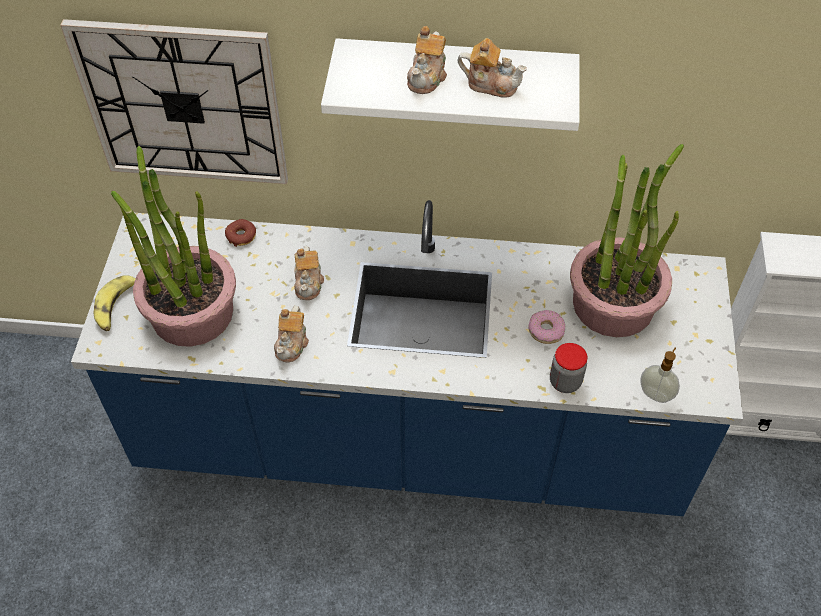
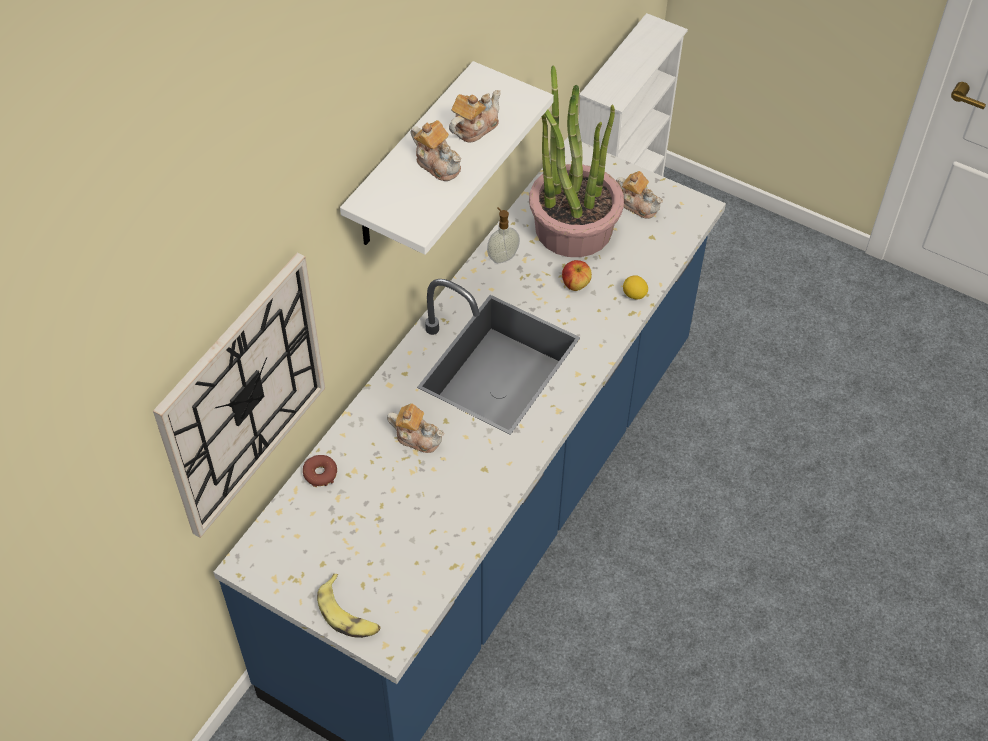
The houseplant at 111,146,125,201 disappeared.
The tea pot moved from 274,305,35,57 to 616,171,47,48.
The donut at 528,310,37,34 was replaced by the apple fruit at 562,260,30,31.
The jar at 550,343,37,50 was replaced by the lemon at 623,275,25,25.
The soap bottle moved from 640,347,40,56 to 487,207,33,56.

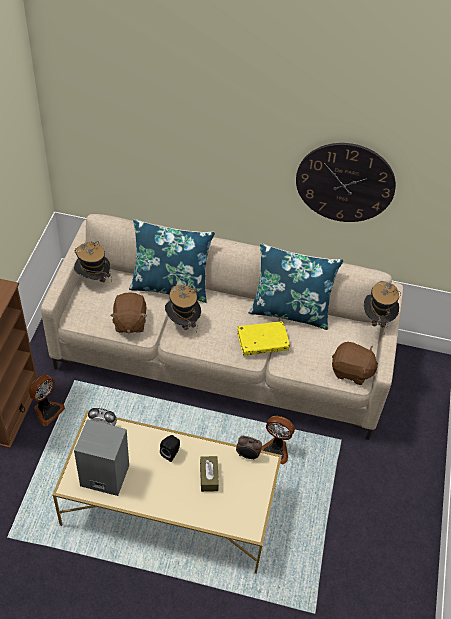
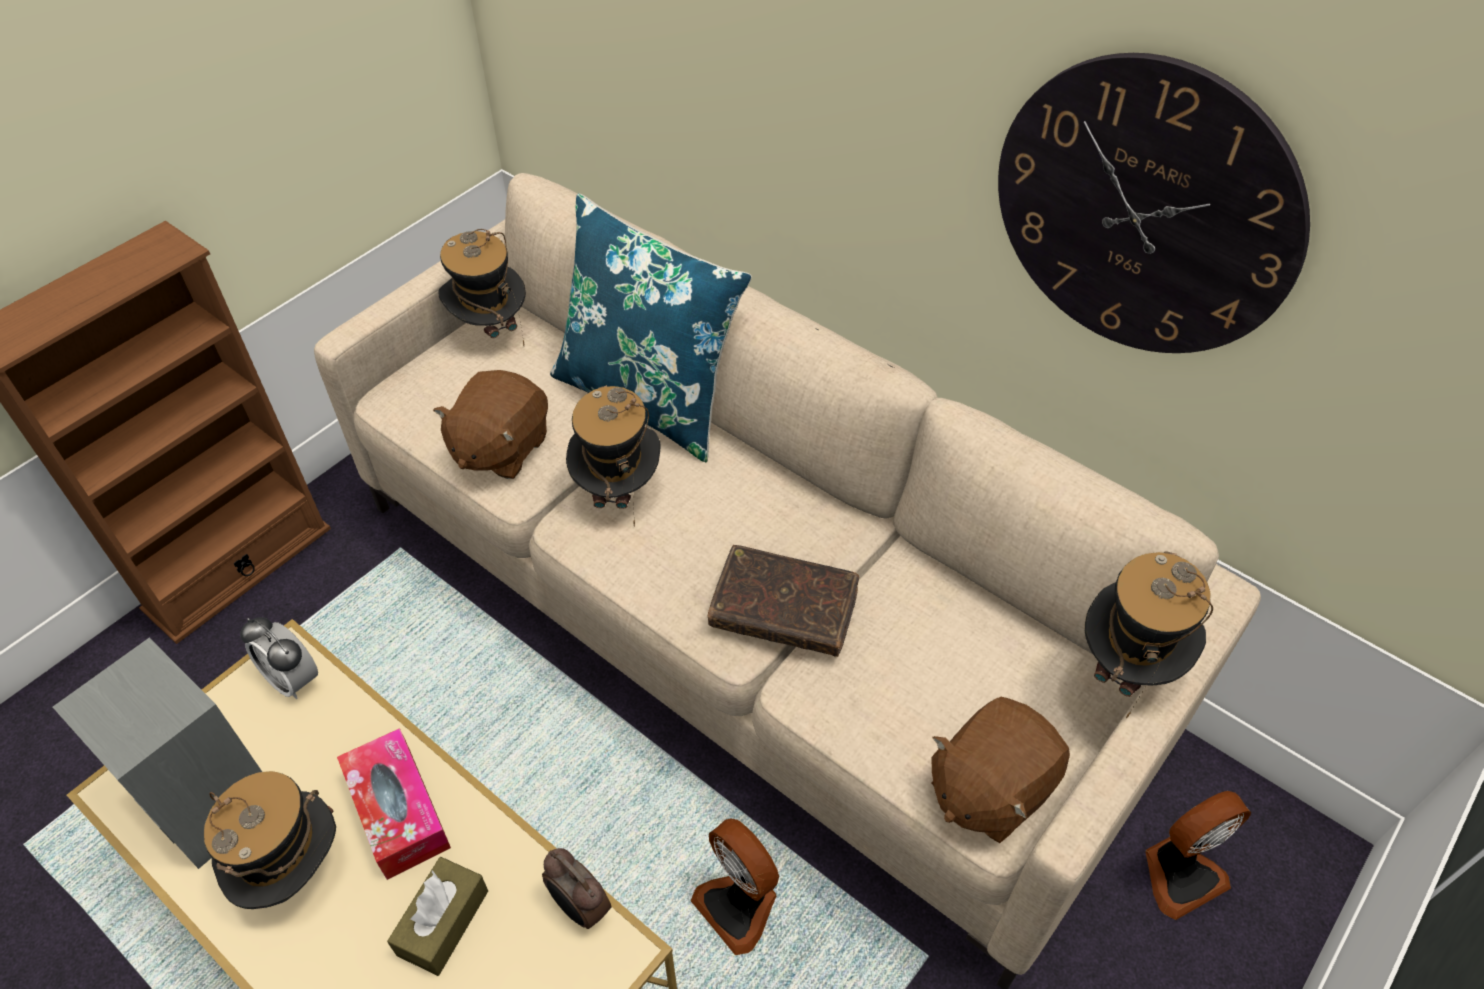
The pillow (bluish) at 249,243,95,87 disappeared.
The volume (yellowish) at 237,322,53,33 became the volume (brown) at 708,545,151,112.
The cuddly toy (brown) at 332,342,46,43 turned 90 degrees clockwise.
The cooling fan moved from 29,374,36,52 to 1145,791,106,129.
The audio speaker (blackish) at 160,435,20,27 was replaced by the tissue box at 337,728,114,152.
The clothing hat at 204,771,132,138 appeared.

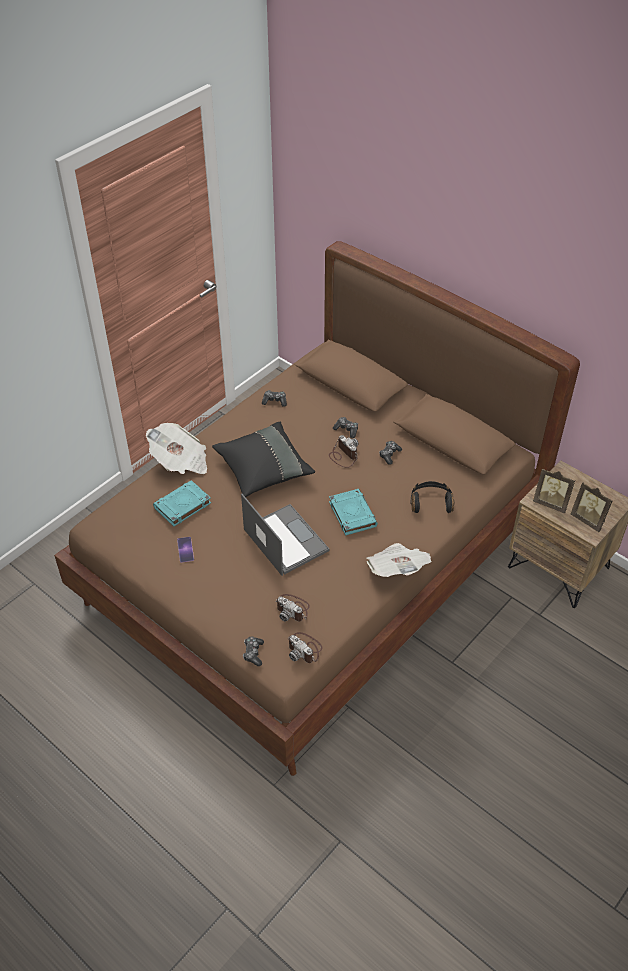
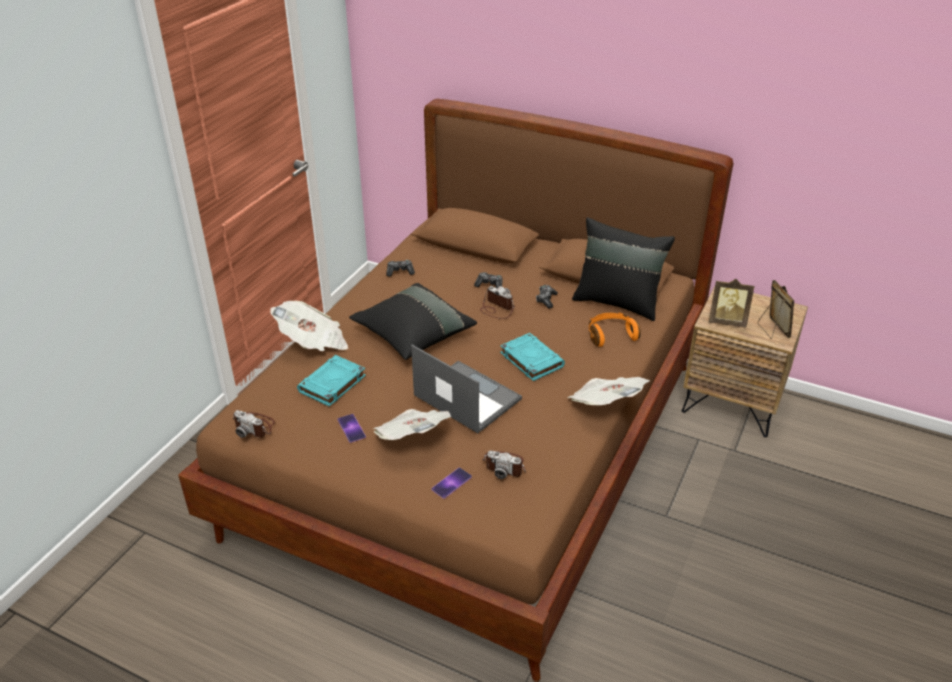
The headphones (blackish) at 410,481,45,32 became the headphones (orange-coloured) at 589,312,52,35.
The standing frame at 571,482,42,50 turned 135 degrees counterclockwise.
The photo camera moved from 287,632,36,31 to 233,410,42,28.
The gamepad at 243,636,21,30 disappeared.
The pillow (blackish) at 572,217,103,104 appeared.
The printed paper at 373,409,78,31 appeared.
The phone at 432,468,40,31 appeared.

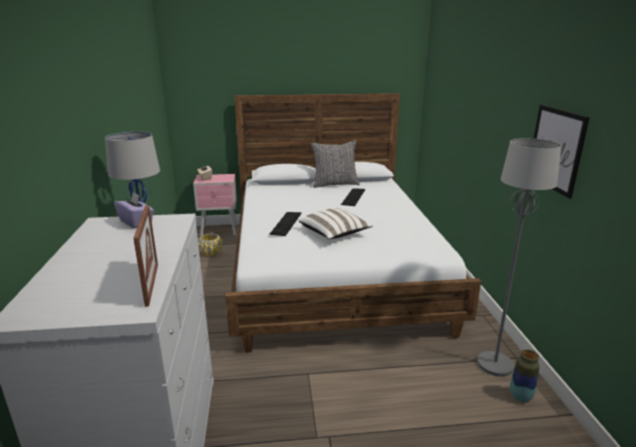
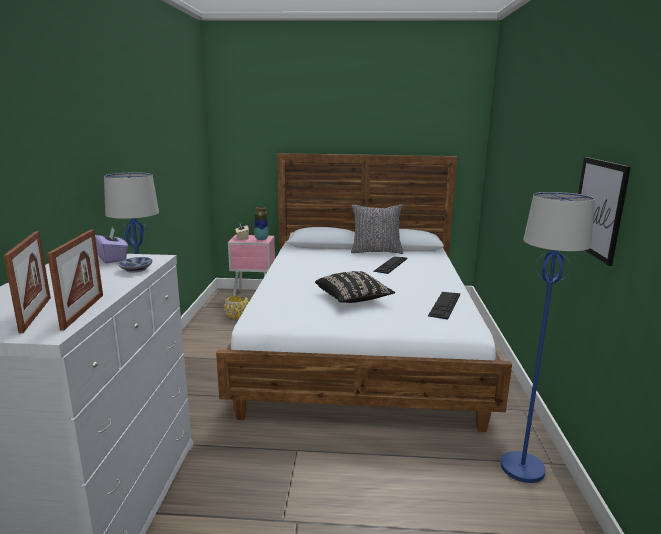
The standing lamp (gray) at 477,138,84,238 became the standing lamp (bluish) at 501,192,94,291.
The pillow (white-coloured) at 298,208,75,31 became the pillow (blackish) at 315,271,80,32.
The PC keyboard moved from 269,212,32,24 to 428,292,32,28.
The vase moved from 510,350,29,52 to 254,207,15,33.
The standing frame at 4,231,47,103 appeared.
The bowl at 118,257,35,15 appeared.

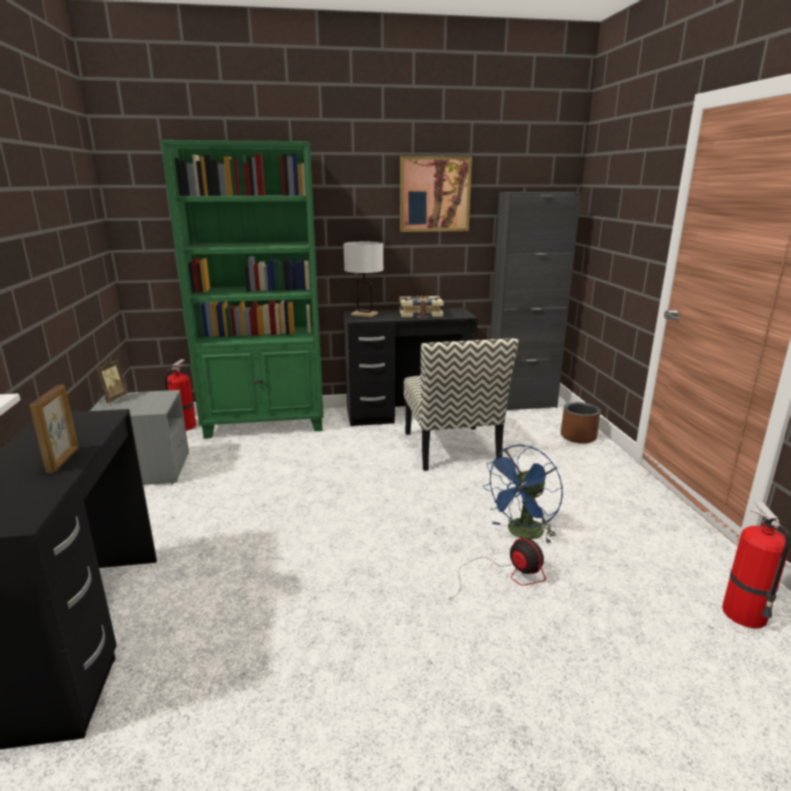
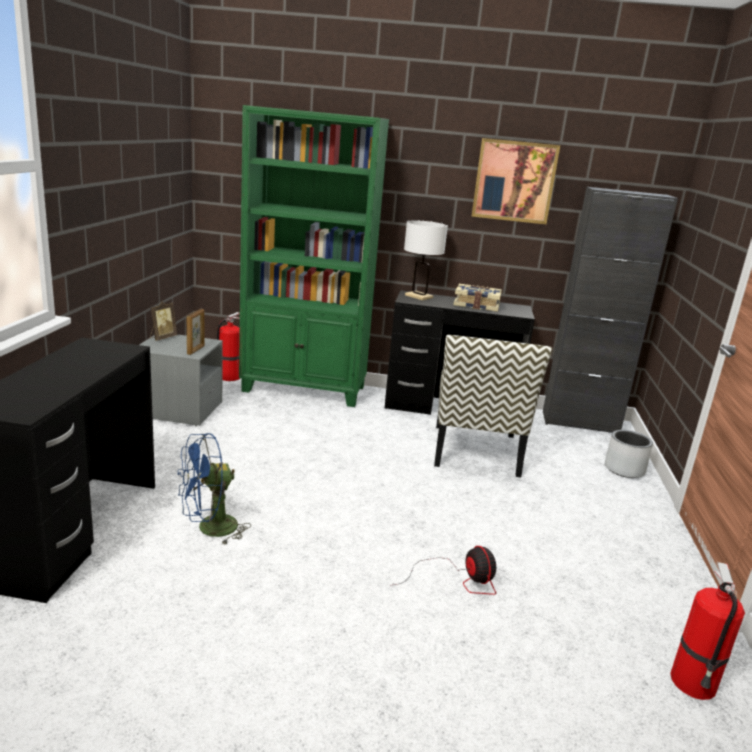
The standing frame moved from 30,385,49,88 to 187,309,18,46.
The planter (brown) at 561,402,39,42 became the planter (gray) at 605,430,48,48.
The cooling fan (bluish) moved from 482,445,81,99 to 178,433,73,113.

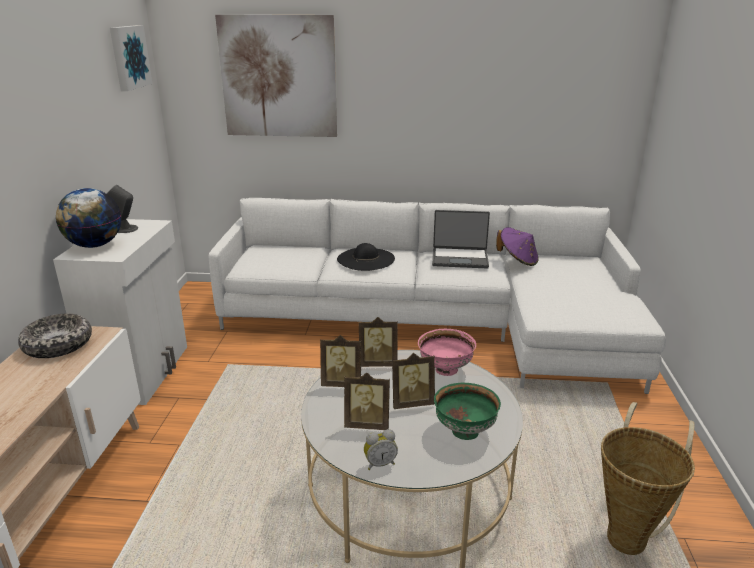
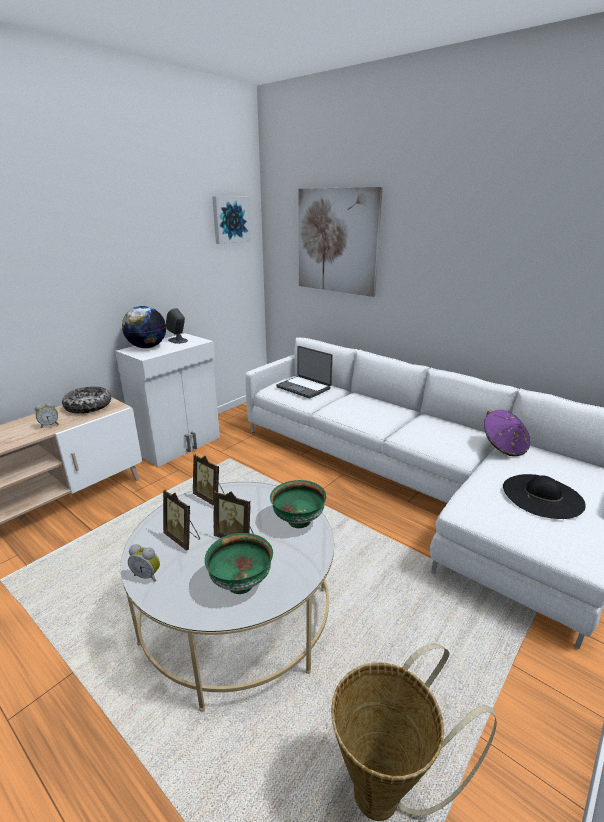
The portable computer moved from 432,210,58,58 to 276,346,57,52.
The clothing hat (blackish) moved from 337,243,58,28 to 503,474,83,45.
The standing frame at 359,317,39,50 disappeared.
The bowl (pink) at 418,329,58,47 became the bowl (green-coloured) at 270,480,56,48.
The alarm clock at 35,402,24,26 appeared.

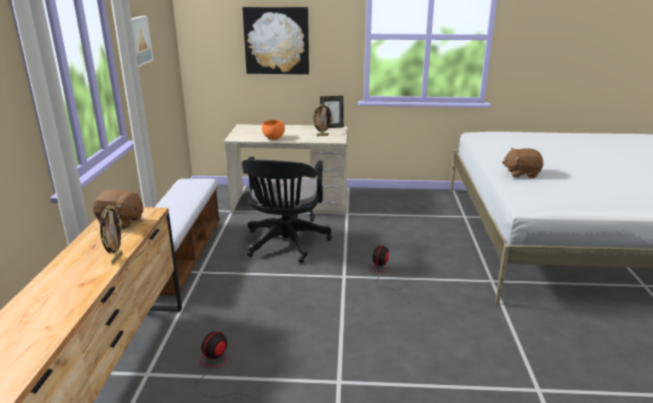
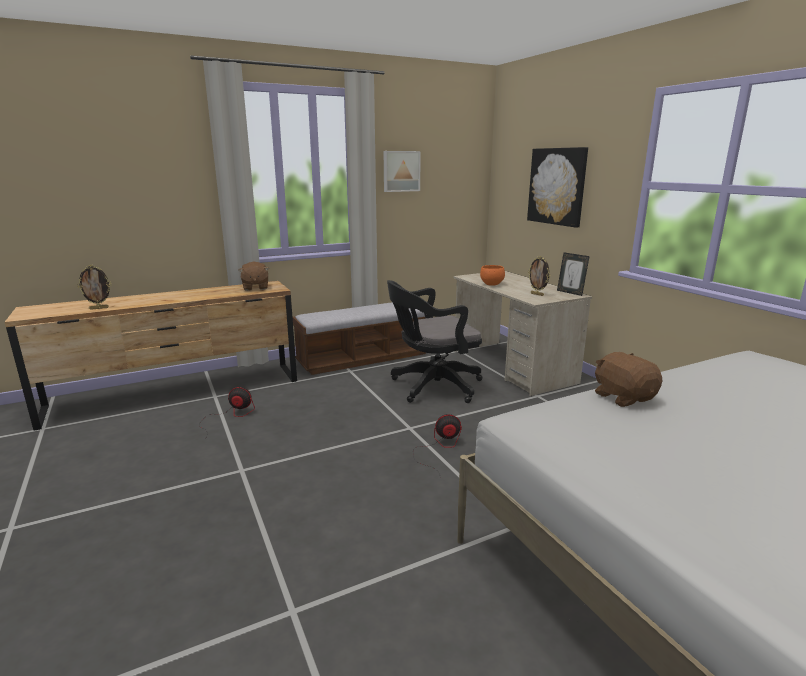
The standing frame moved from 100,205,22,59 to 77,265,34,45.

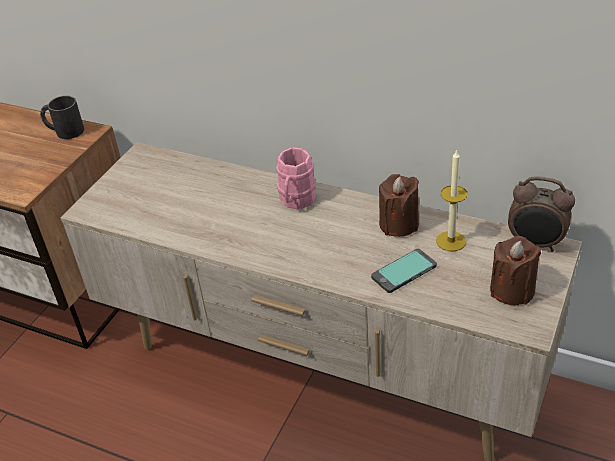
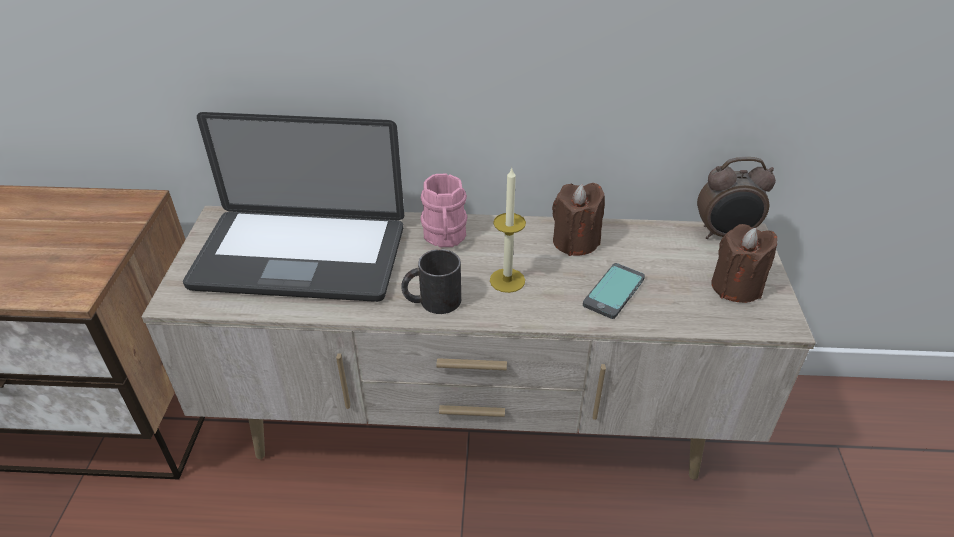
The coffee mug (blackish) moved from 40,96,44,43 to 401,249,60,65.
The wax candle moved from 436,149,31,102 to 490,167,36,126.
The portable computer at 183,112,221,190 appeared.

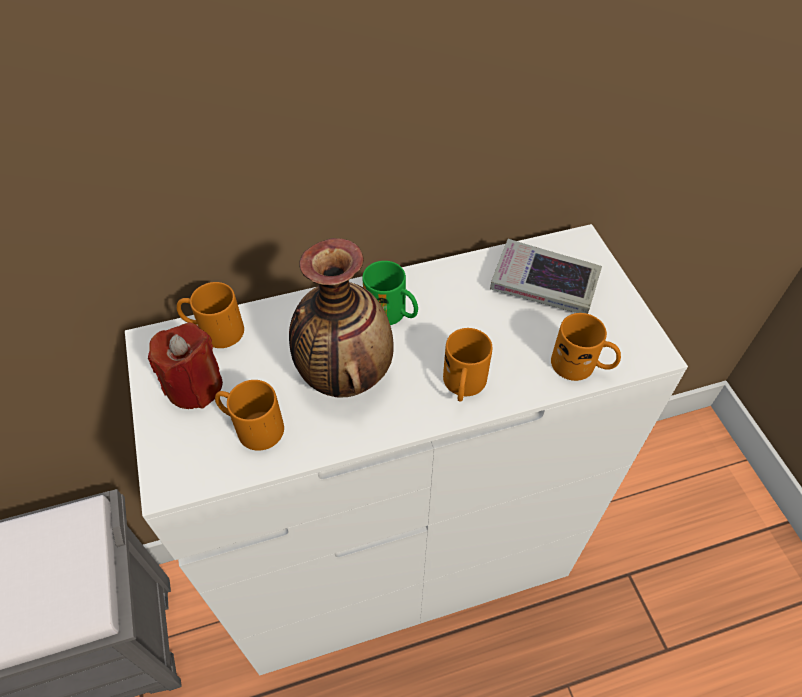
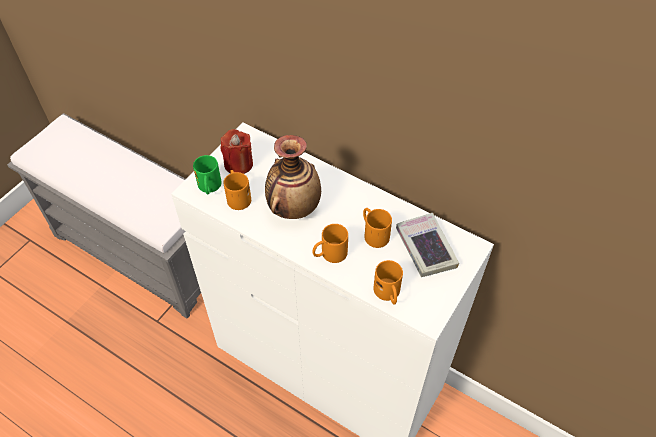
The coffee mug (green-coloured) moved from 363,261,55,64 to 193,155,29,39.
The coffee mug (orange-coloured) moved from 177,282,67,66 to 363,208,29,40.

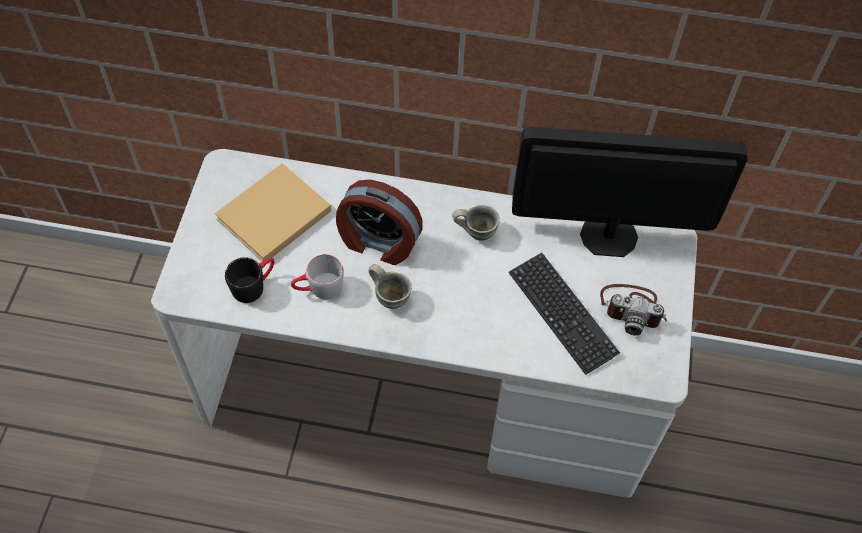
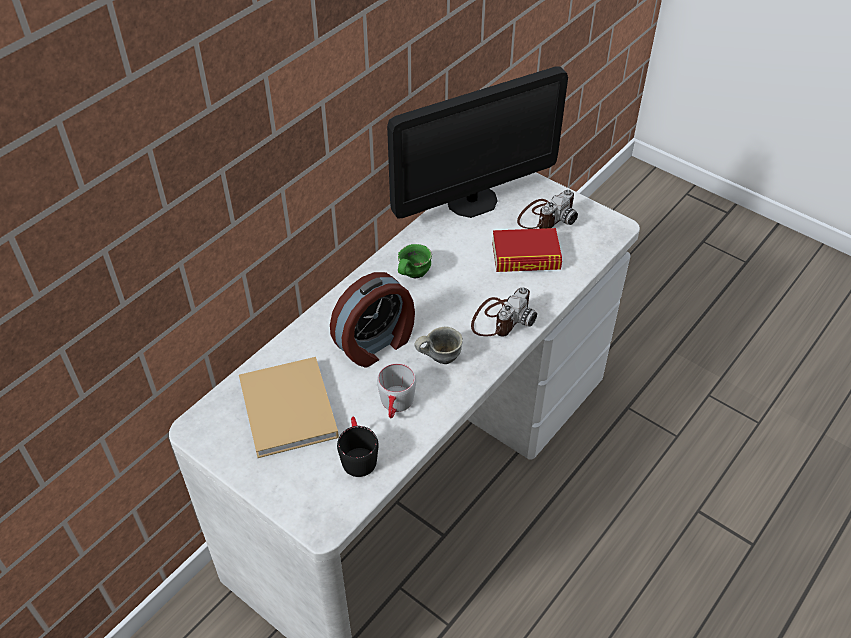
The computer display at 512,127,236,130 turned 150 degrees counterclockwise.
The coffee mug (gray) at 452,205,48,36 became the coffee mug (green-coloured) at 398,244,34,34.
The PC keyboard at 509,253,111,122 was replaced by the volume at 492,228,70,44.
The photo camera at 471,287,66,50 appeared.

